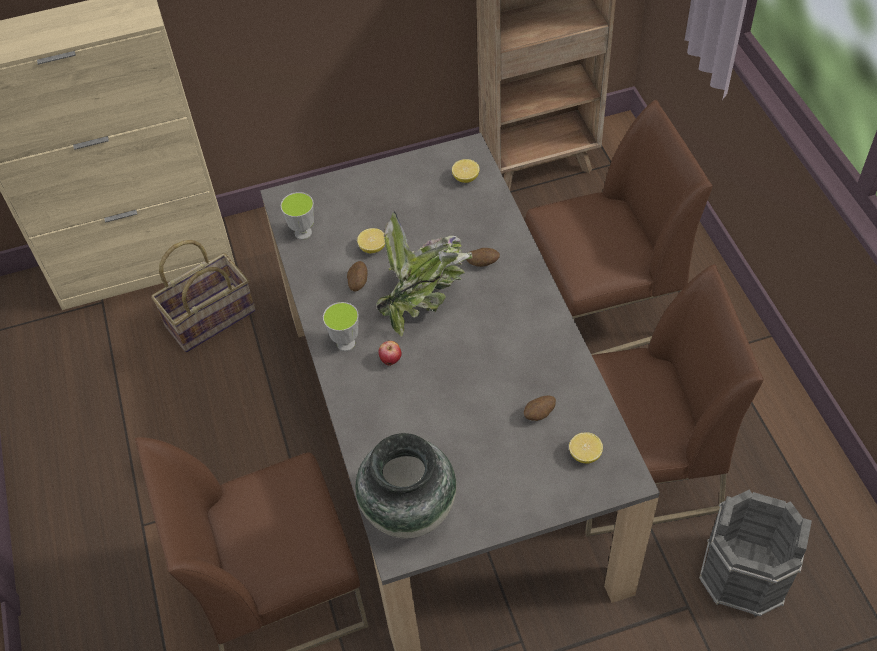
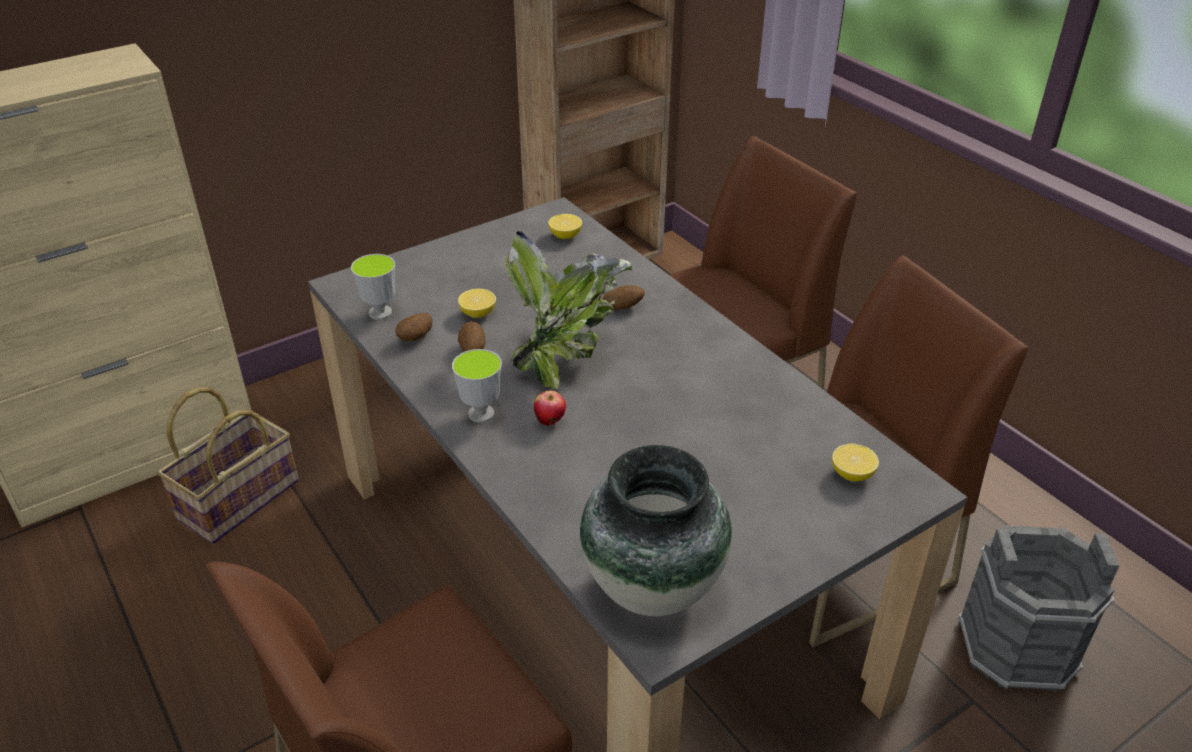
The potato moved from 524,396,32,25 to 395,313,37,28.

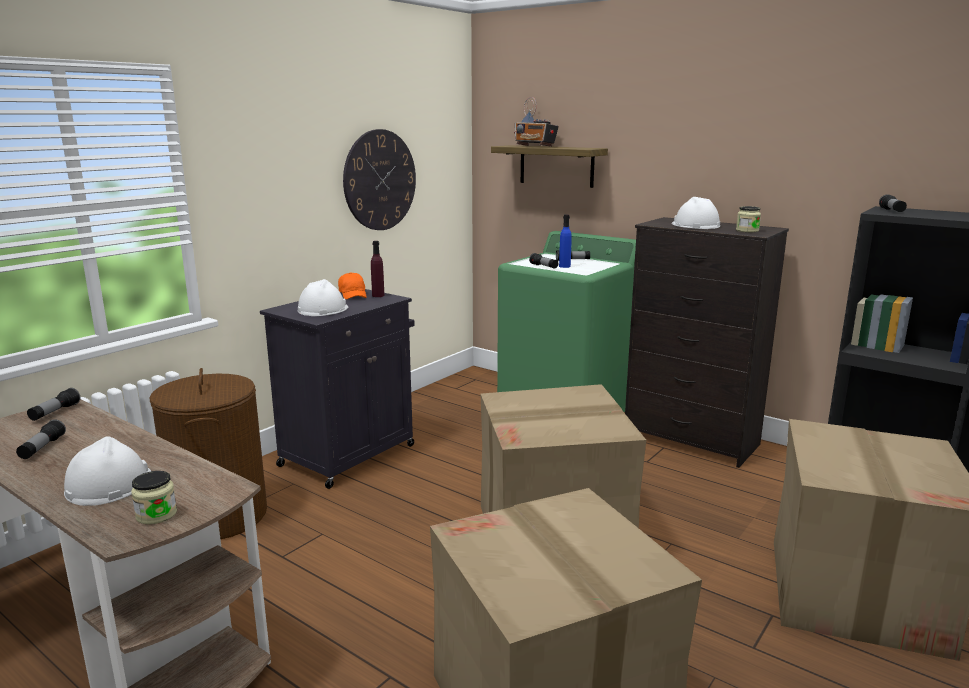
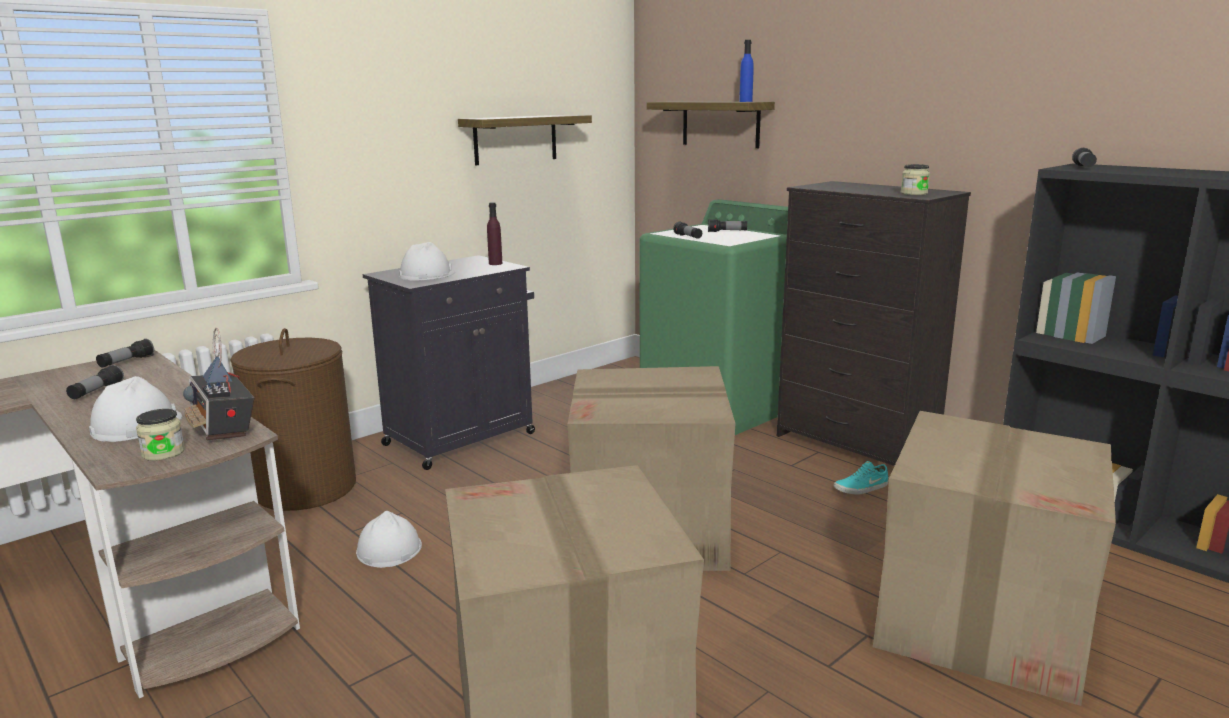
The radio moved from 514,97,45,50 to 183,328,71,112.
The wall clock at 343,129,73,101 was replaced by the bracket shelf at 458,115,134,50.
The safety helmet (white-coloured) moved from 671,197,49,32 to 356,511,66,57.
The beverage bottle (bluish) moved from 559,214,13,54 to 739,40,15,62.
The baseball cap (orange-coloured) at 338,273,29,26 disappeared.
The shoe (turquoise) at 834,461,55,34 appeared.

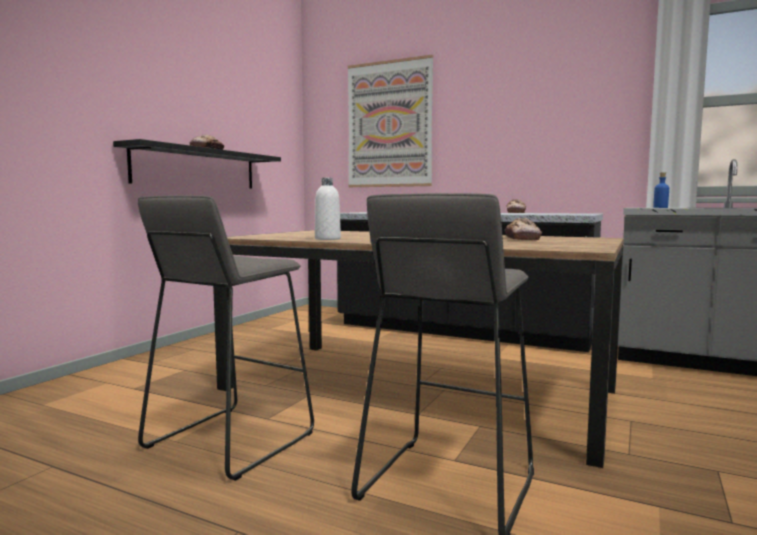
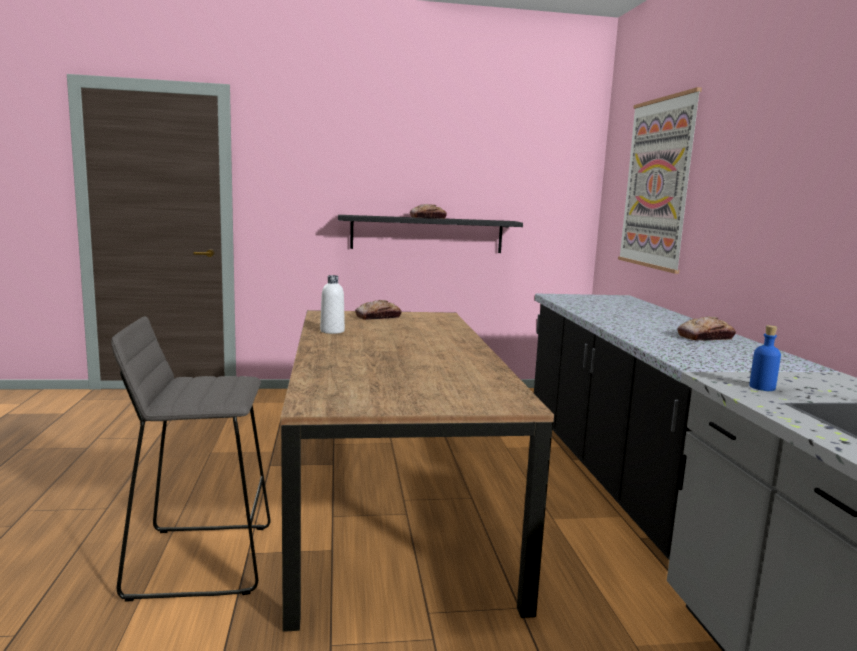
The sitting stool (gray) at 138,195,176,286 disappeared.
The bread moved from 505,218,37,22 to 355,300,47,20.

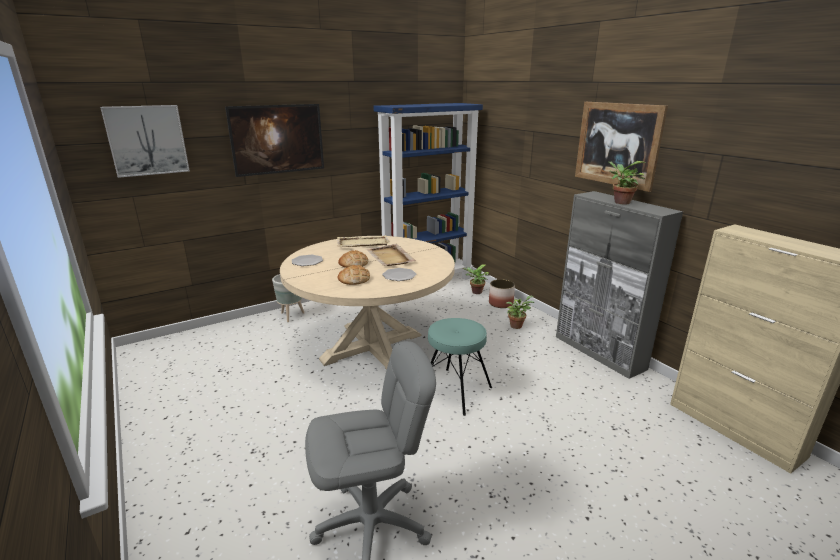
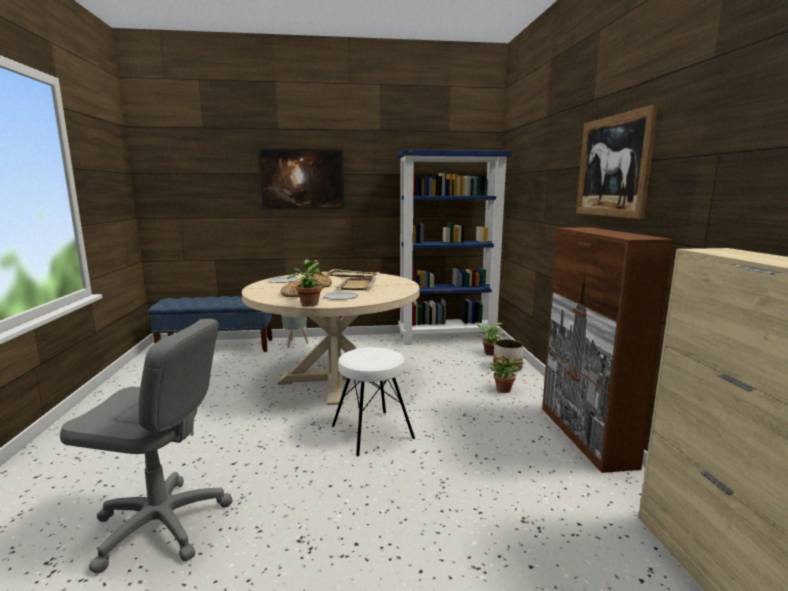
The picture at 100,105,90,73 disappeared.
The houseplant moved from 609,161,36,43 to 287,259,36,48.
The cupboard (gray) at 556,191,127,188 became the cupboard (brown) at 542,227,131,246.
The sitting stool (turquoise) at 428,318,64,98 became the sitting stool (white-coloured) at 332,347,83,109.
The long seat (bluish) at 148,296,124,56 appeared.

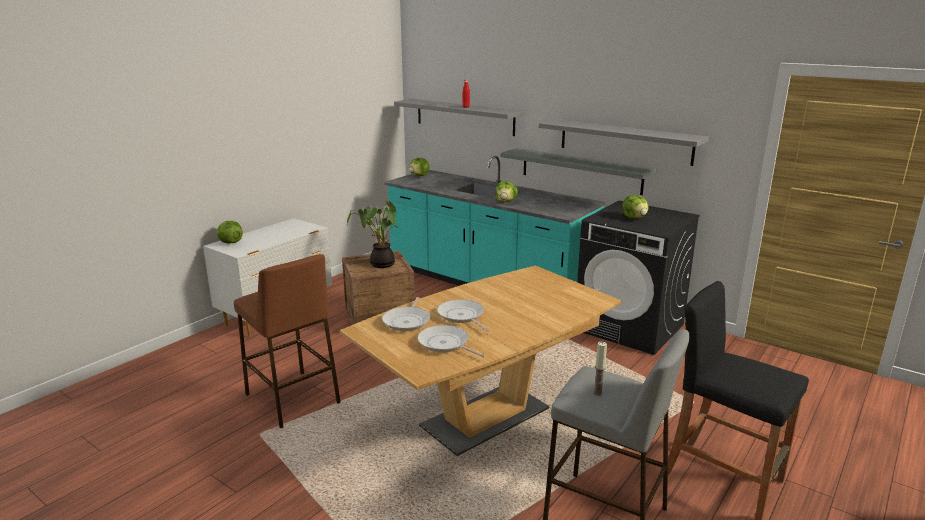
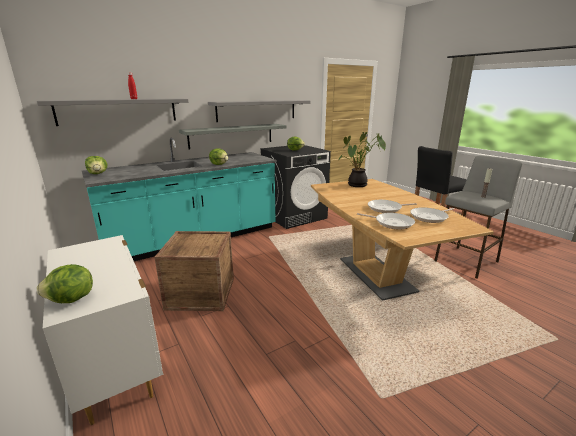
The houseplant moved from 347,201,52,67 to 339,132,47,55.
The sitting stool (brown) at 234,254,107,174 disappeared.

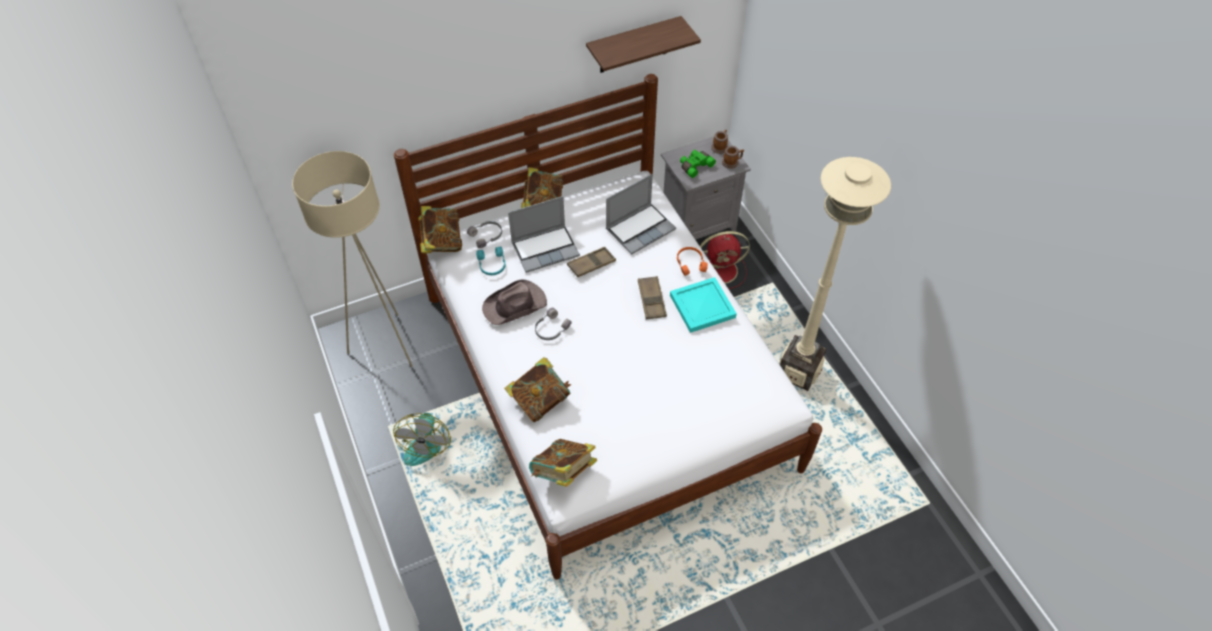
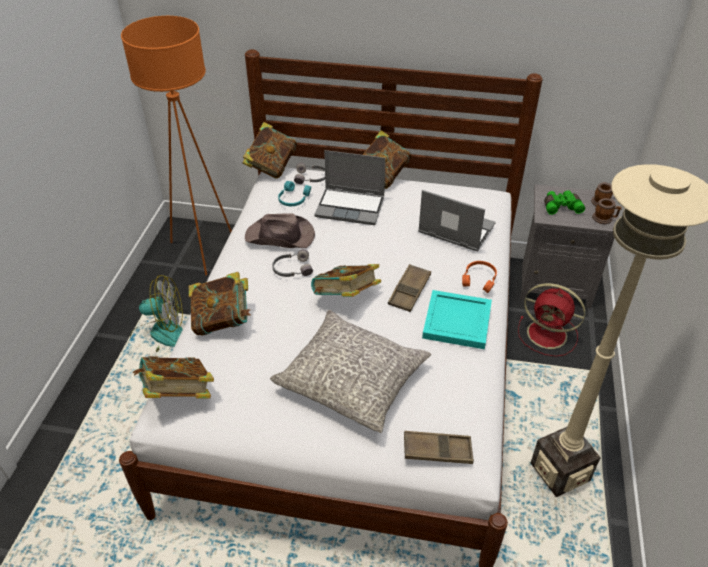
The bracket shelf at 586,16,115,57 disappeared.
The standing lamp (sand-coloured) at 292,151,121,216 became the standing lamp (orange-coloured) at 121,16,111,259.
The portable computer at 606,174,70,80 turned 150 degrees counterclockwise.
The serving tray (brown) moved from 567,247,49,30 to 404,431,70,33.
The cooling fan at 393,413,58,53 turned 135 degrees counterclockwise.
The volume at 311,264,70,33 appeared.
The pillow (gray) at 270,310,161,123 appeared.

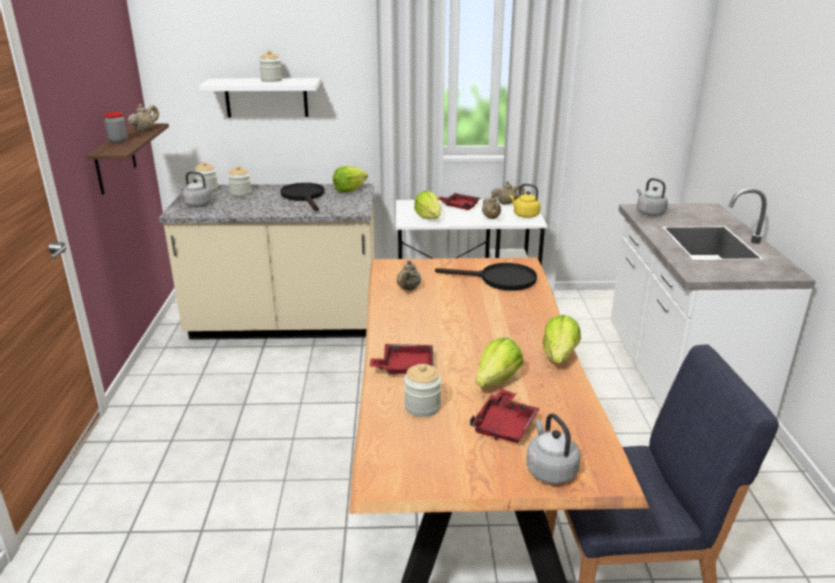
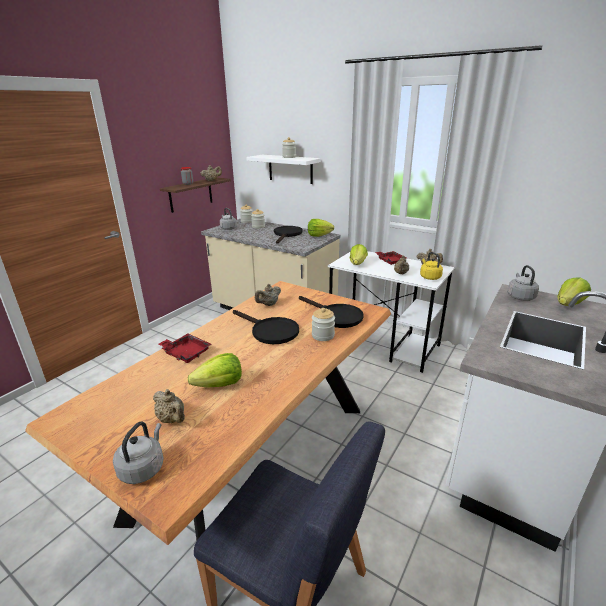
The lettuce head moved from 543,315,38,49 to 557,277,34,29.
The jar moved from 404,364,37,53 to 312,308,23,33.
The serving tray (red) at 470,389,70,54 was replaced by the tea pot (sand-coloured) at 153,389,32,34.
The pan (blackish) at 233,310,66,34 appeared.

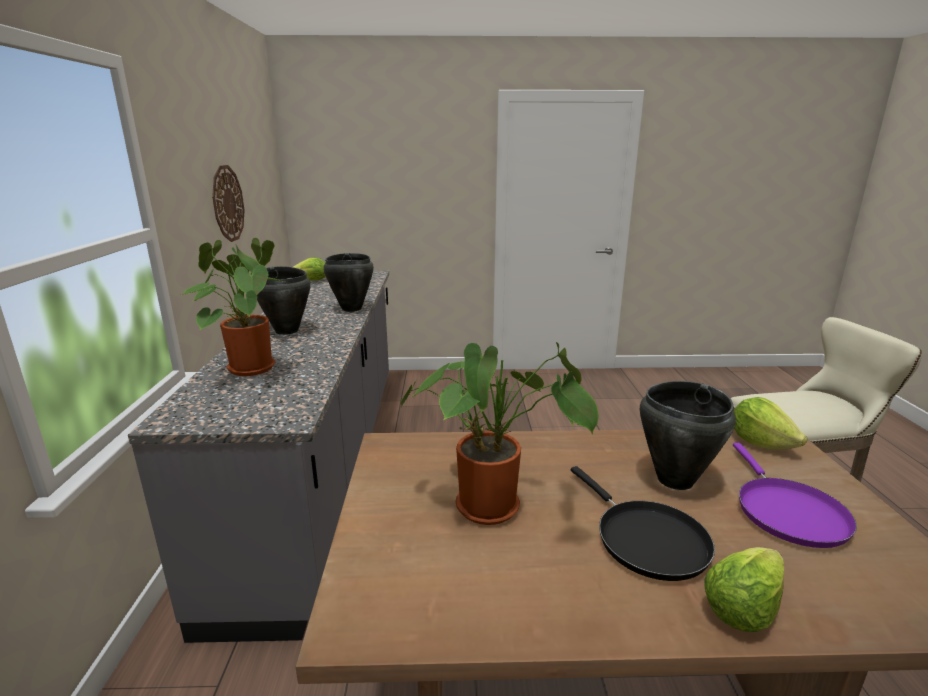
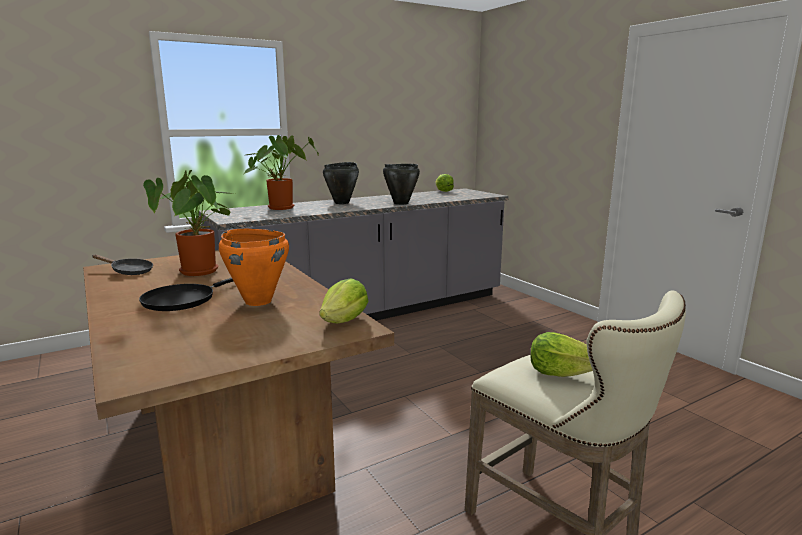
The wall clock at 212,165,33,77 disappeared.
The cooking pot (blackish) at 640,381,96,109 became the cooking pot (orange-coloured) at 219,229,70,77.
The pan (purple-coloured) at 733,443,124,105 disappeared.
The lettuce head moved from 704,547,80,85 to 530,332,63,45.
The pan (blackish) at 92,255,61,20 appeared.

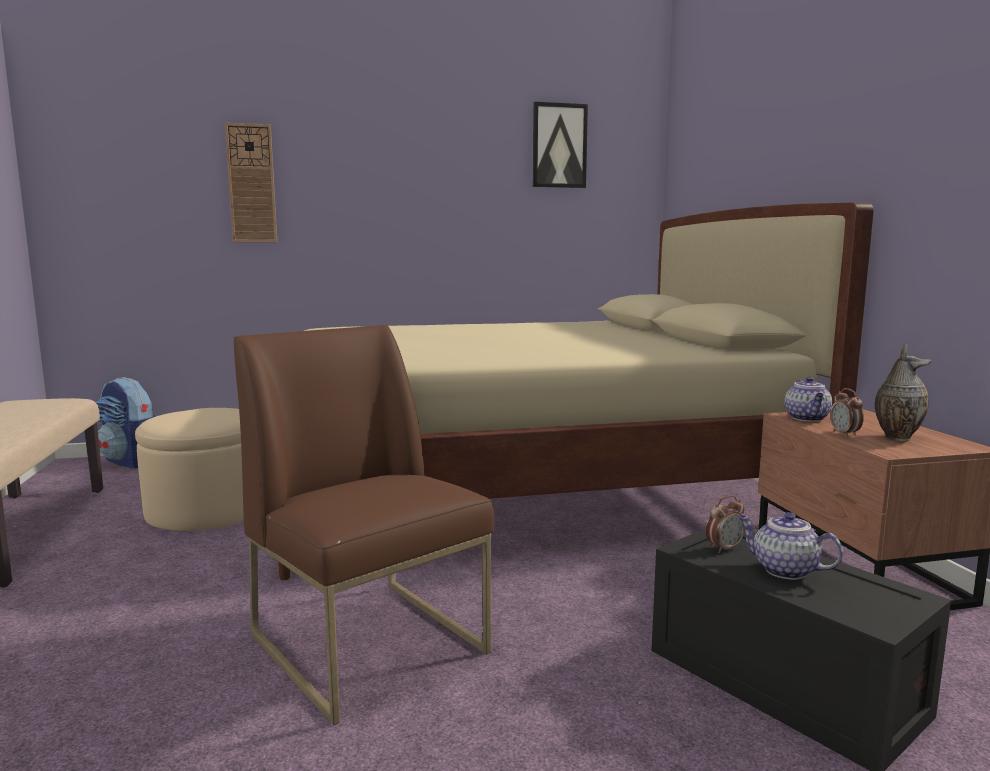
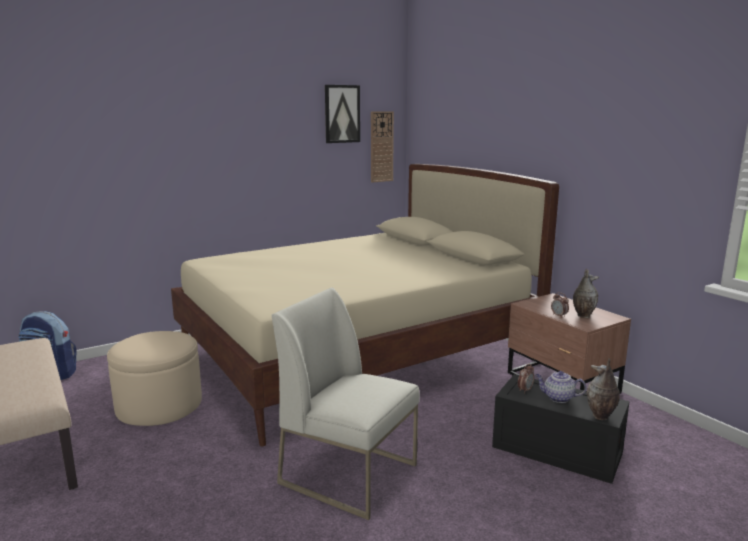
The wall clock moved from 225,123,52,119 to 371,111,23,72.
The chair (brown) at 234,325,260,401 became the chair (white-coloured) at 272,287,148,233.
The tea pot at 785,377,47,45 disappeared.
The vase at 587,358,33,62 appeared.

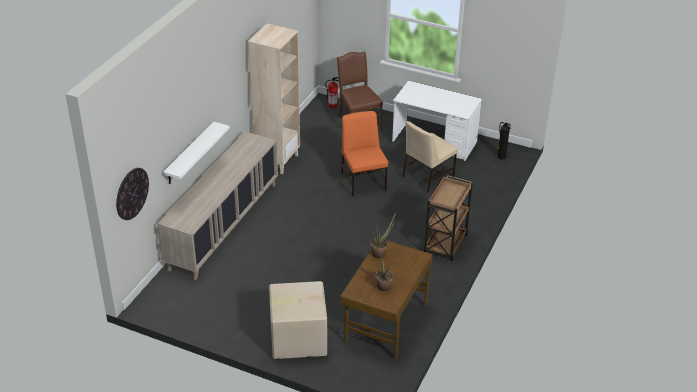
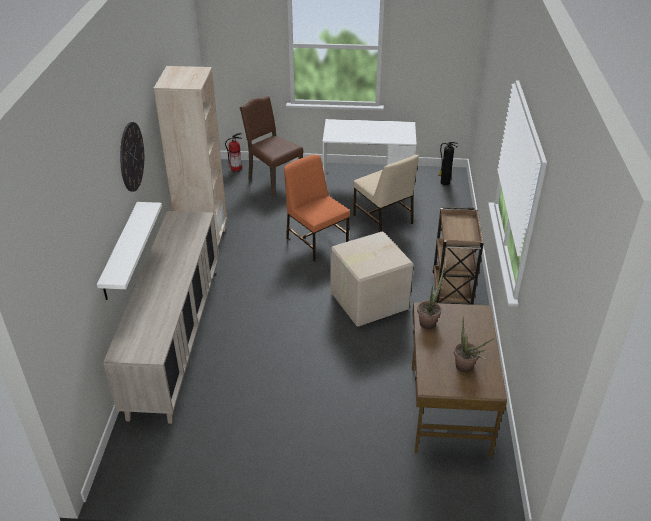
The chair (sand-coloured) at 402,121,56,71 turned 60 degrees counterclockwise.
The wall clock moved from 116,168,33,52 to 120,122,24,70.
The cardboard box moved from 269,281,58,78 to 330,231,83,96.

